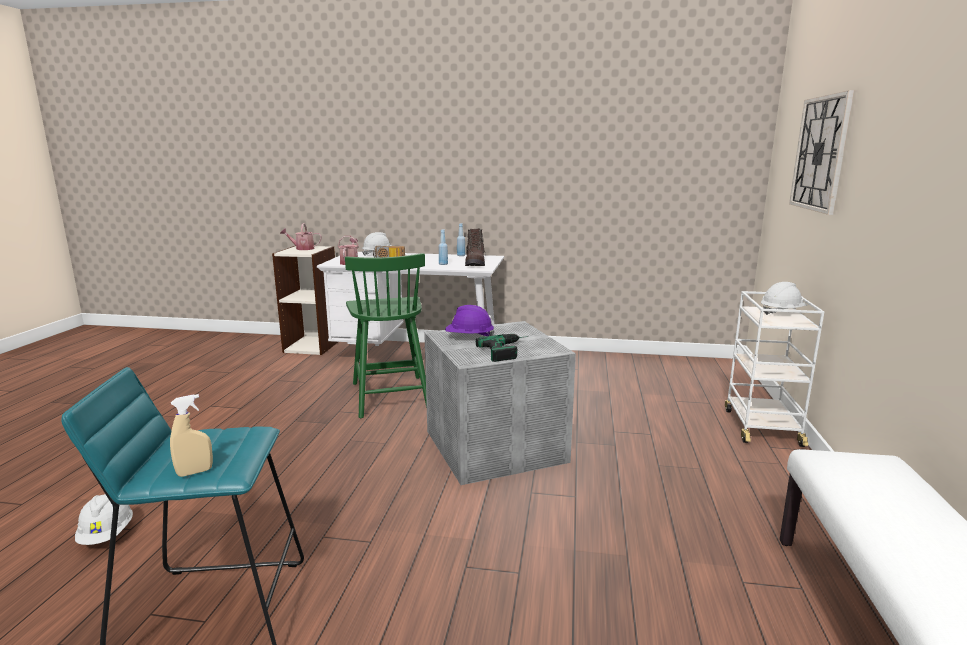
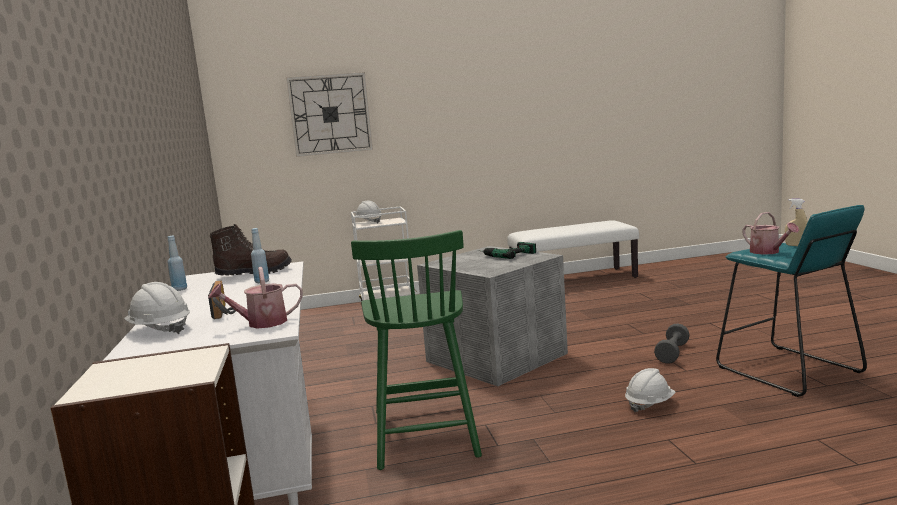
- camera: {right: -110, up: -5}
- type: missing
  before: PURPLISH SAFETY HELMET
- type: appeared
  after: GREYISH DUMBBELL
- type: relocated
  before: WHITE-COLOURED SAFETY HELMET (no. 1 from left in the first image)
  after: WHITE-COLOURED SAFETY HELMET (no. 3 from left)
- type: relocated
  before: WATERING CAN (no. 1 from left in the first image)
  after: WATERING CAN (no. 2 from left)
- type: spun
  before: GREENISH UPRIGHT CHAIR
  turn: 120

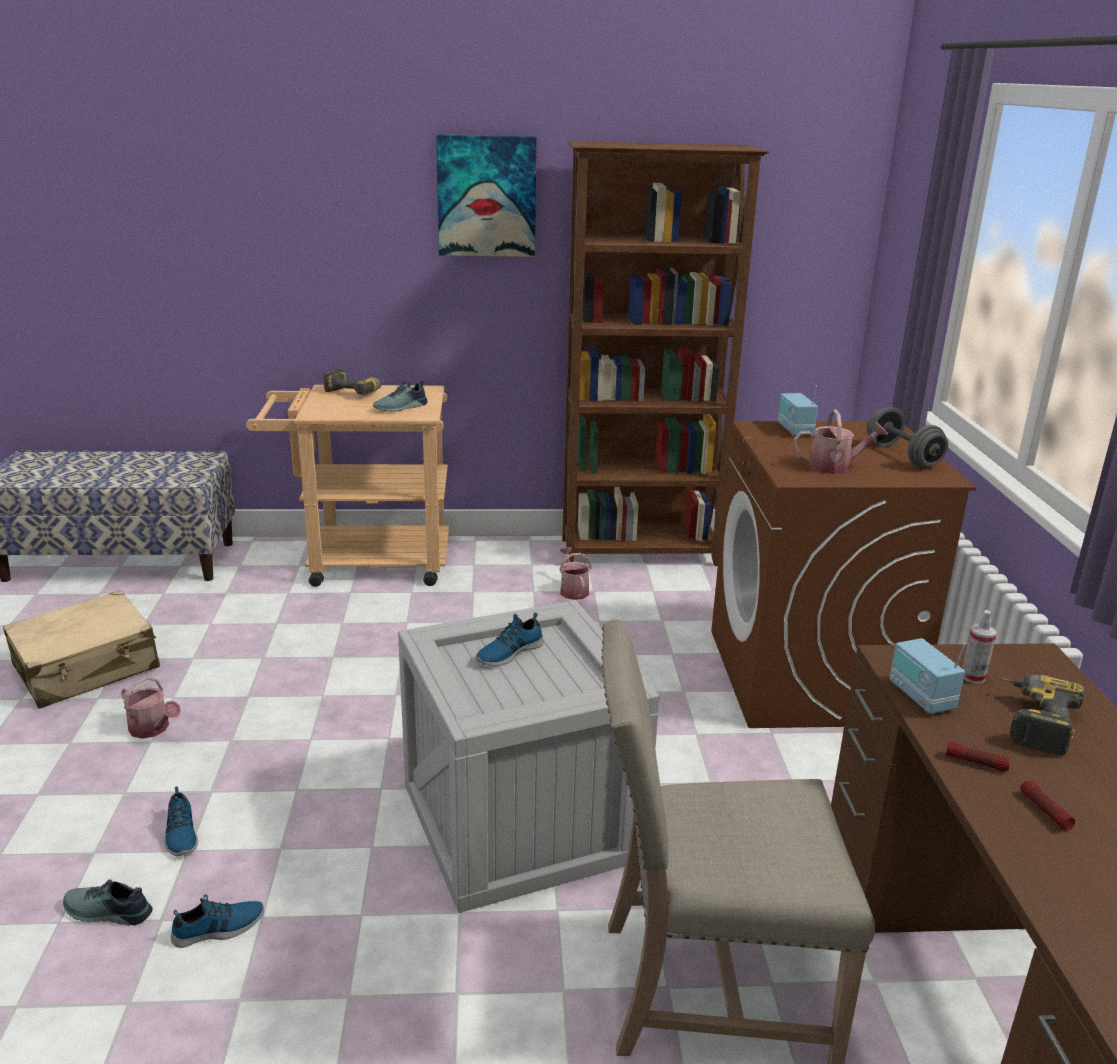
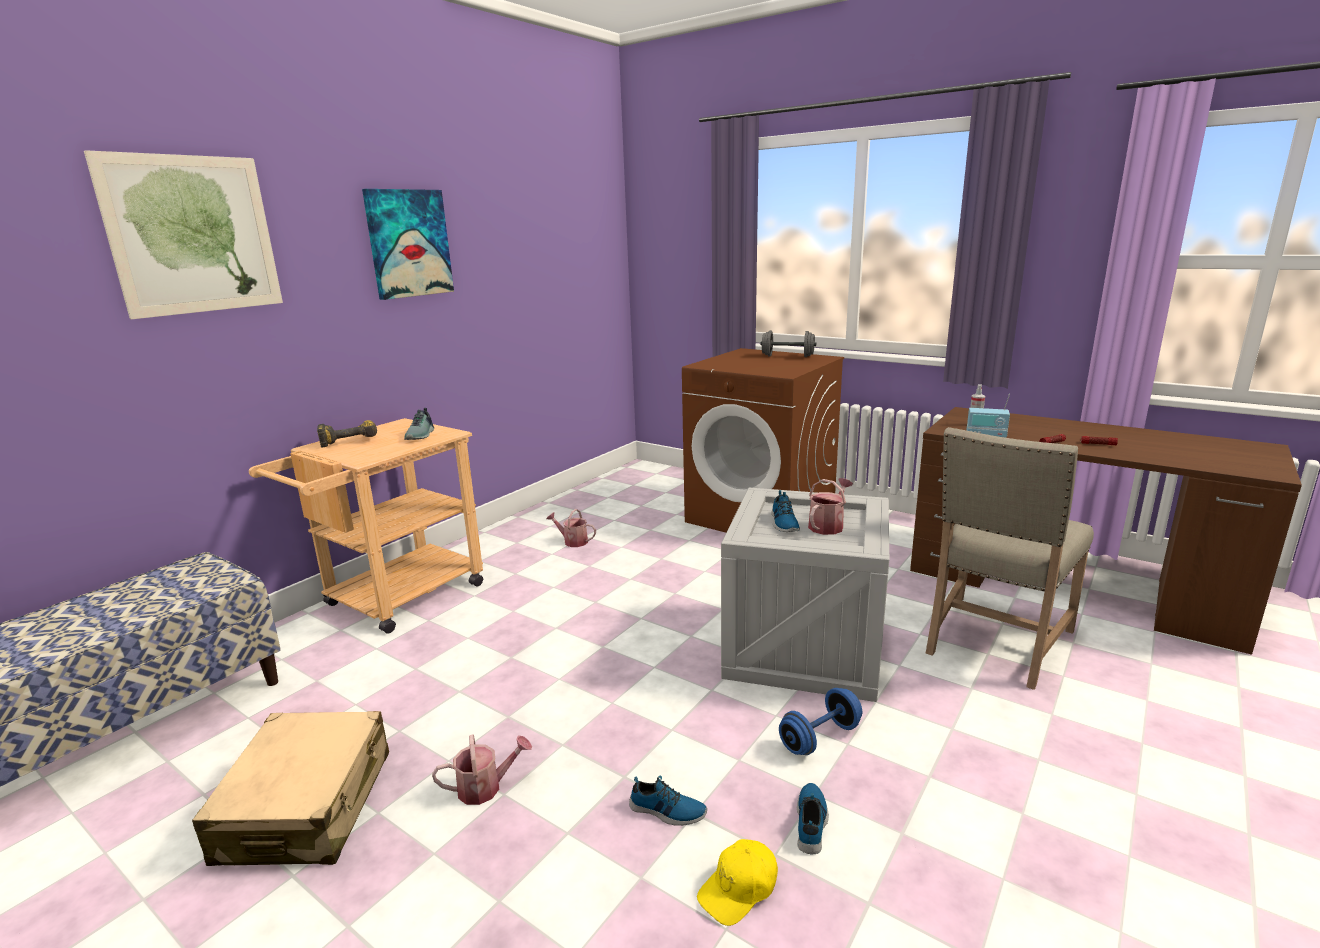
- camera: {right: -50, up: -5}
- type: missing
  before: BROWNISH SHELVING UNIT
- type: missing
  before: RADIO SET (no. 1 from left)
- type: missing
  before: DRILL (no. 2 from left)
- type: appeared
  after: PICTURE (no. 1 from left)
- type: appeared
  after: BLUE DUMBBELL
- type: relocated
  before: WATERING CAN (no. 3 from left)
- type: exchanged
  before: SHOE (no. 1 from left)
  after: YELLOWISH CAP

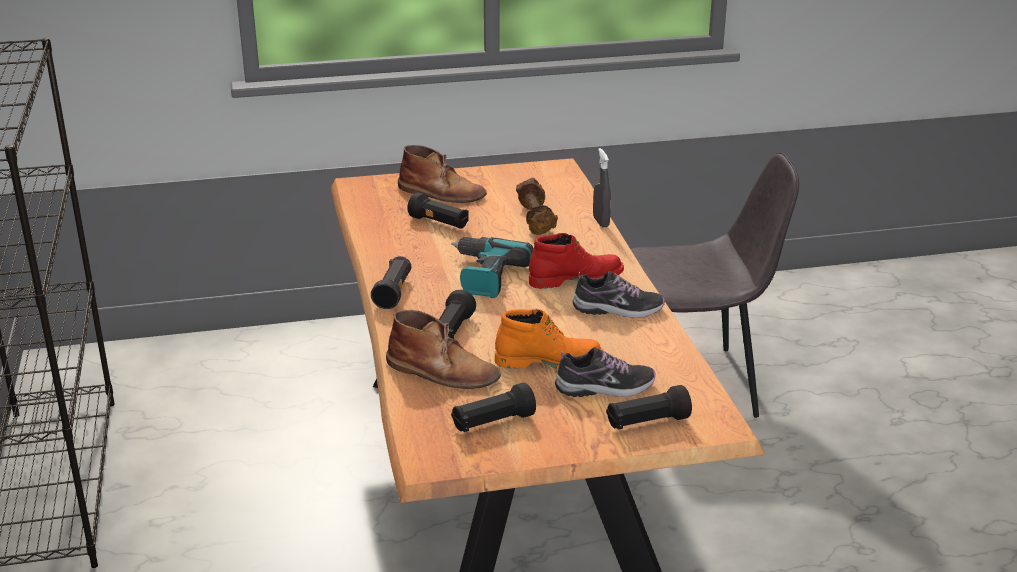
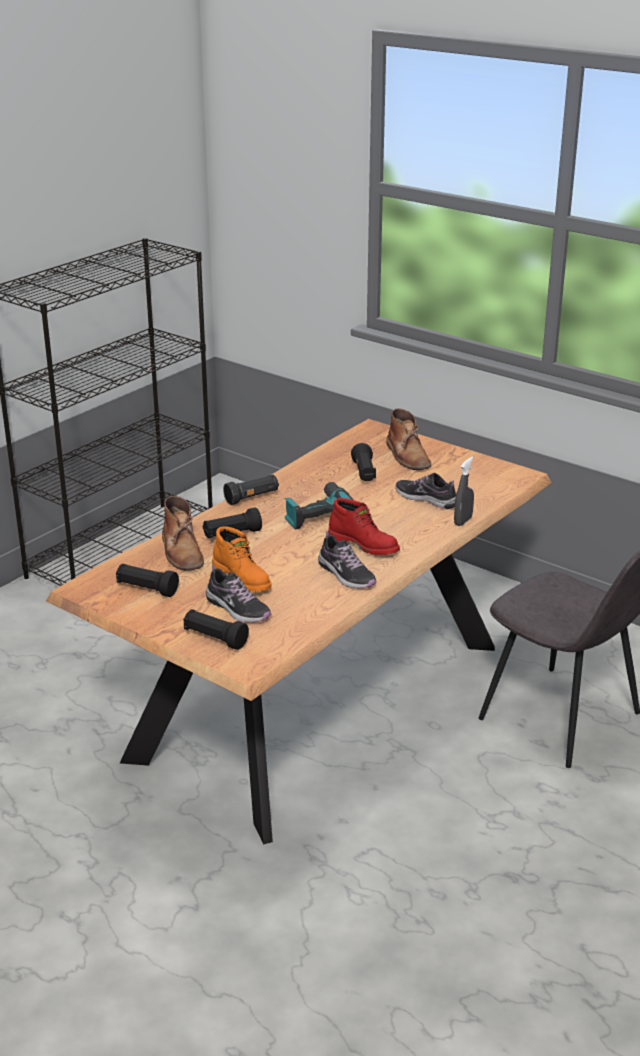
- camera: {right: 50, up: 0}
- type: exchanged
  before: BROWNISH DUMBBELL
  after: SHOE (no. 3 from left)

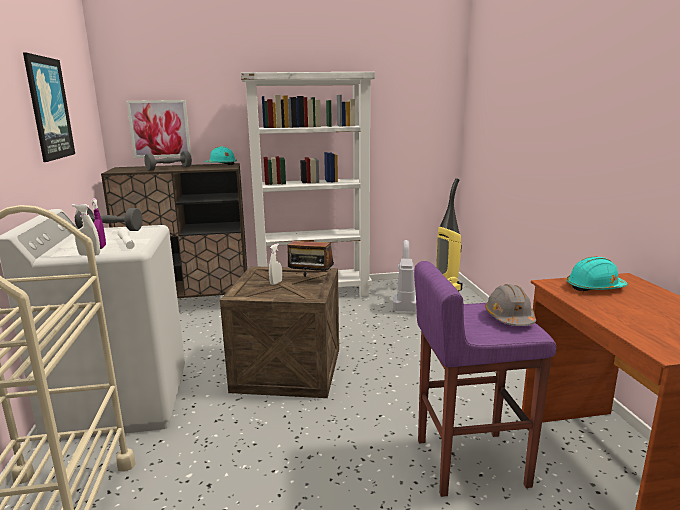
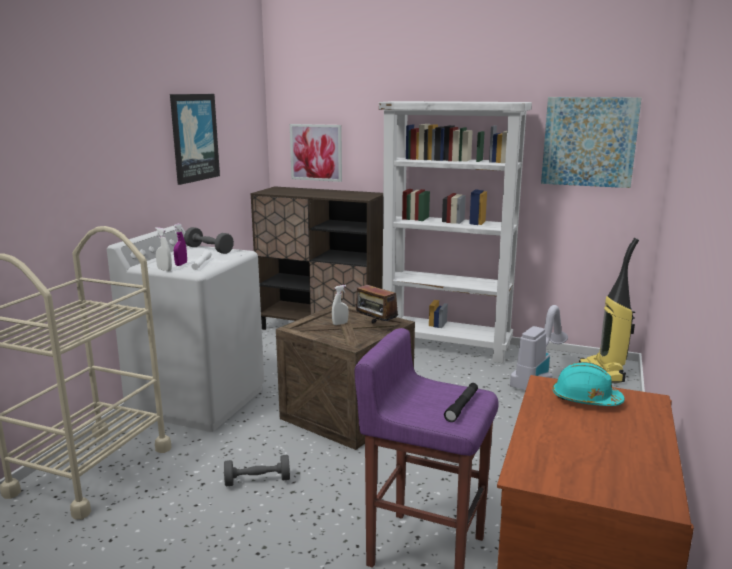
- camera: {right: 30, up: 0}
- type: missing
  before: TURQUOISE-COLOURED SAFETY HELMET (no. 1 from left)
- type: appeared
  after: PICTURE (no. 3 from left)
- type: relocated
  before: GREYISH DUMBBELL (no. 2 from left)
- type: exchanged
  before: GREYISH SAFETY HELMET
  after: BLACKISH TORCH

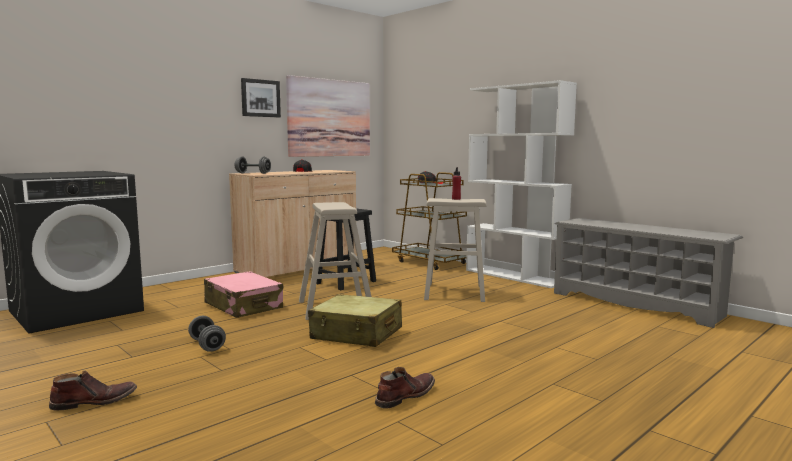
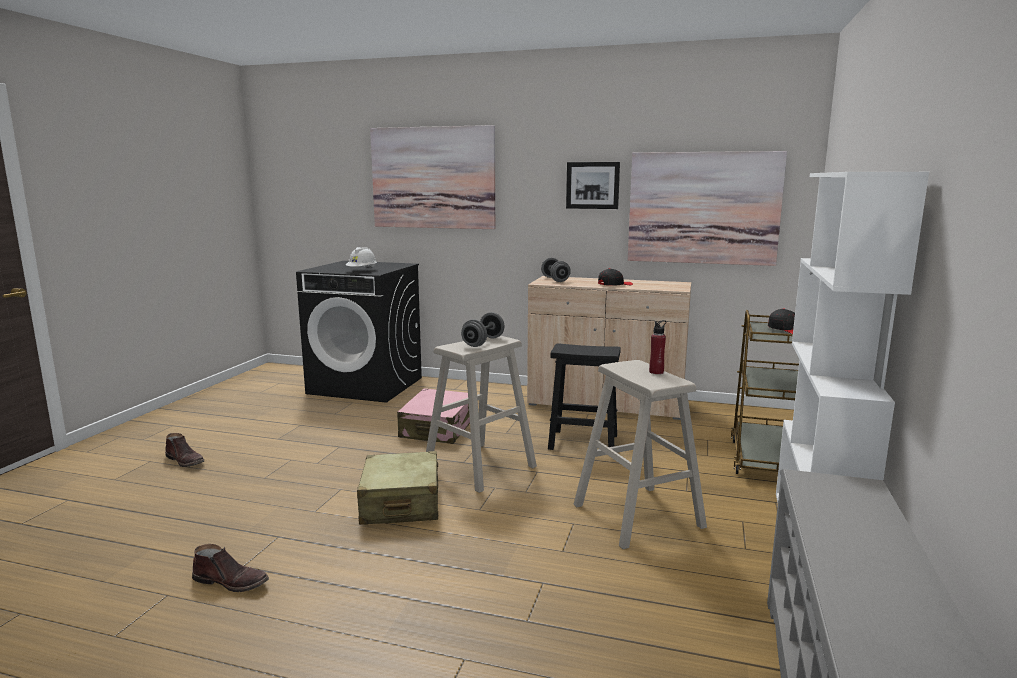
- camera: {right: 60, up: 5}
- type: appeared
  after: WHITE-COLOURED SAFETY HELMET
- type: appeared
  after: PICTURE (no. 1 from left)
- type: relocated
  before: GREYISH DUMBBELL (no. 1 from left)

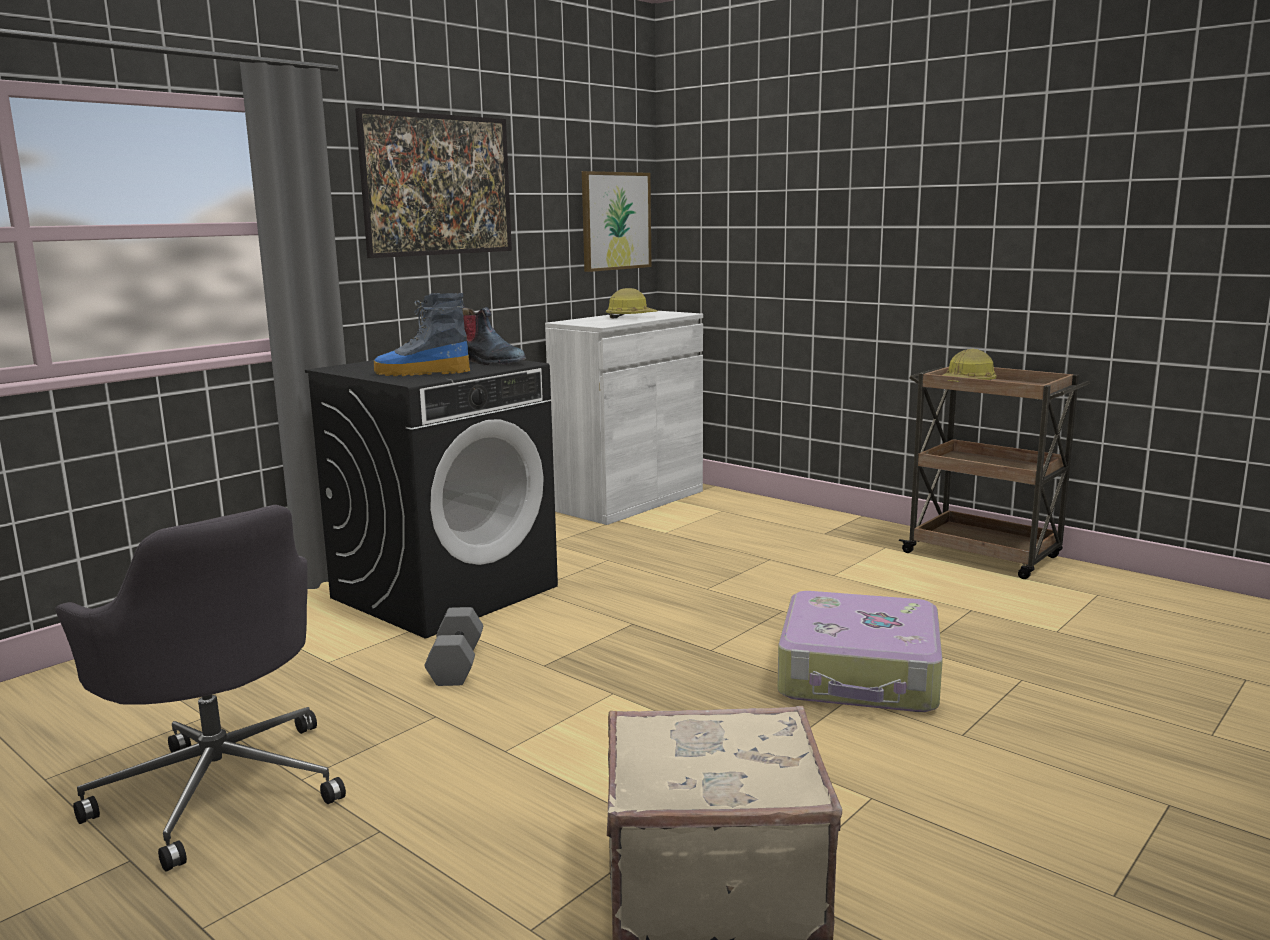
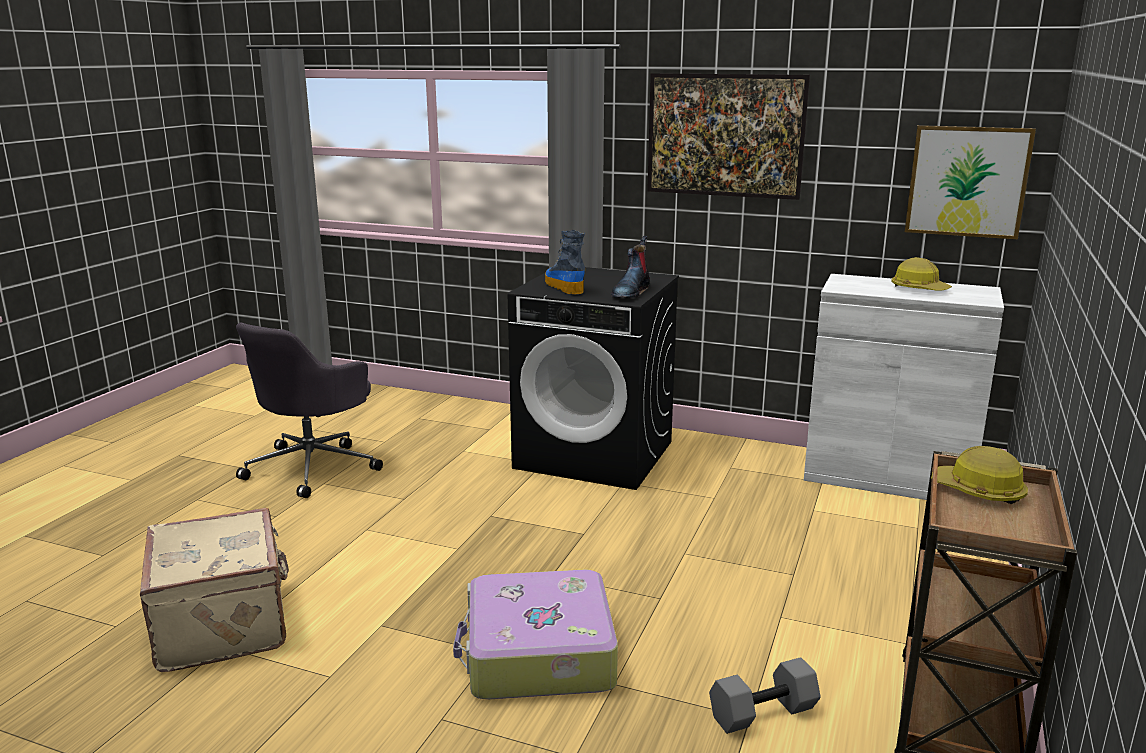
- camera: {right: 70, up: 5}
- type: relocated
  before: GREYISH DUMBBELL

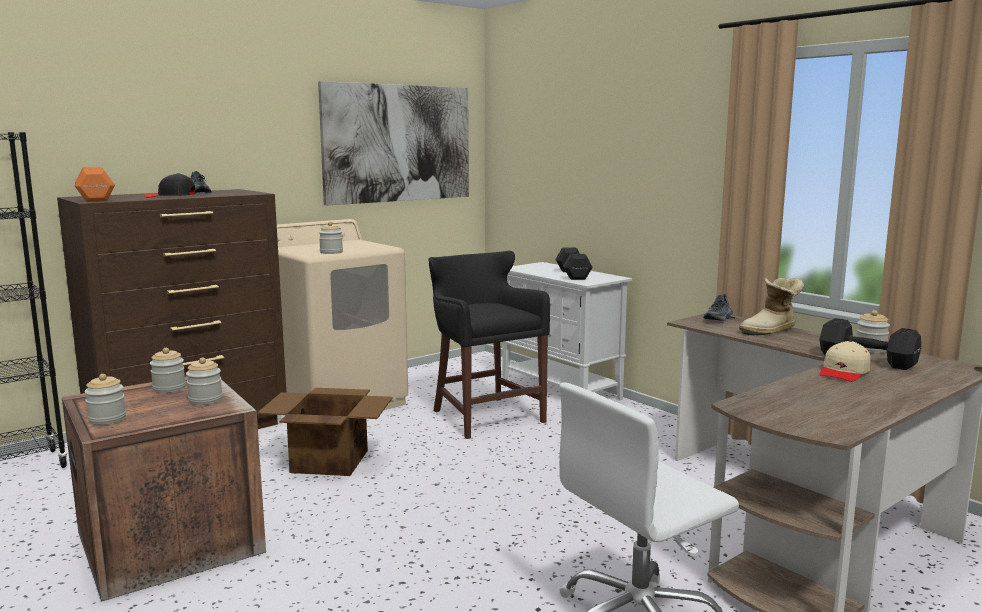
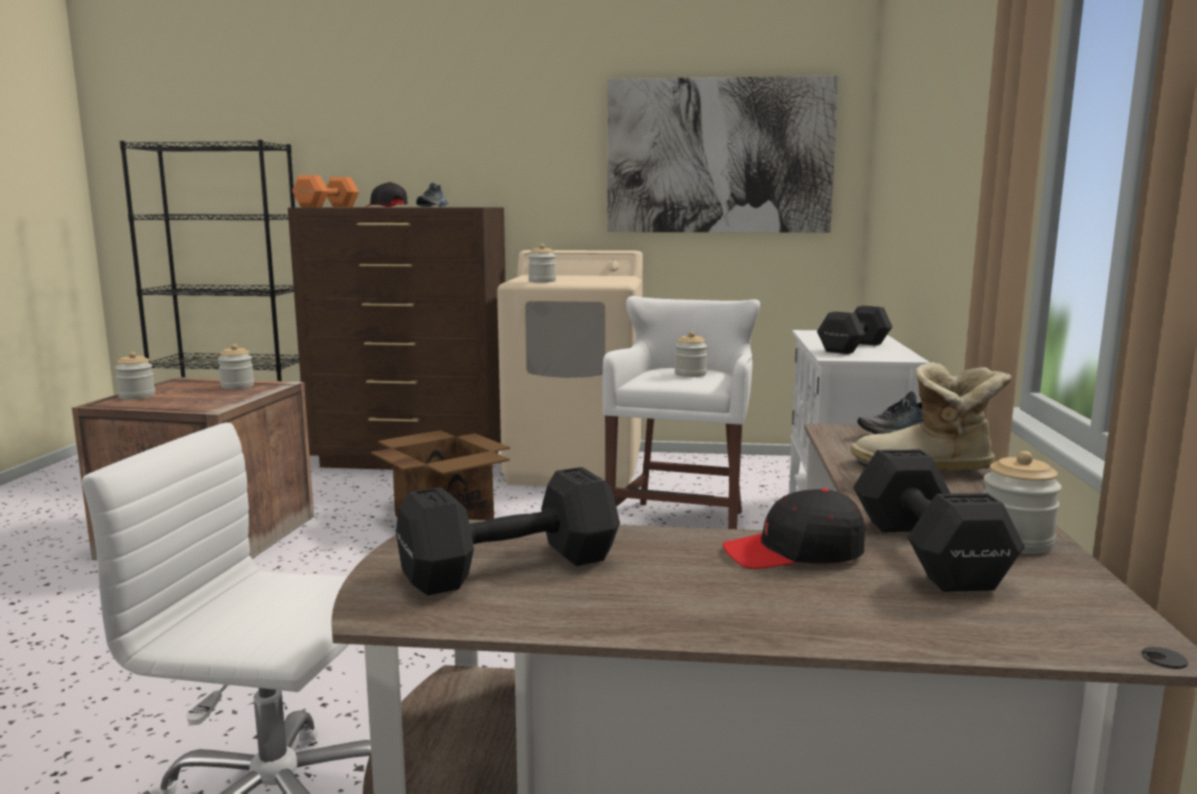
- camera: {right: 45, up: 0}
- type: appeared
  after: BLACKISH DUMBBELL (no. 1 from left)
- type: relocated
  before: STORAGE JAR (no. 3 from left in the first image)
  after: STORAGE JAR (no. 4 from left)
- type: colour
  before: BLACKISH SITTING STOOL
  after: WHITE-COLOURED SITTING STOOL
- type: colour
  before: BEIGE-COLOURED CAP
  after: BLACKISH CAP (no. 2 from left)

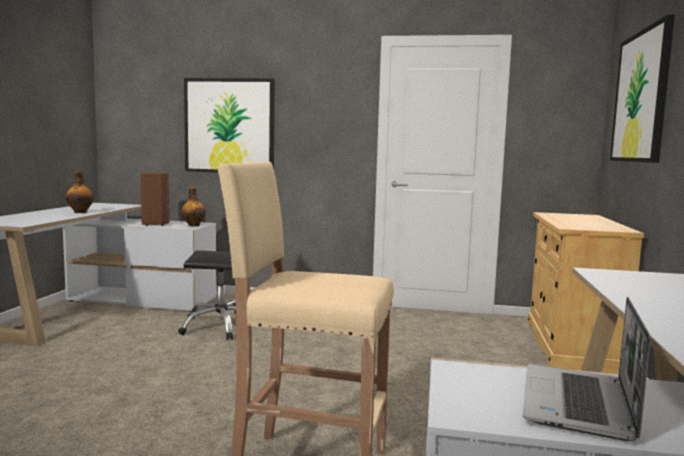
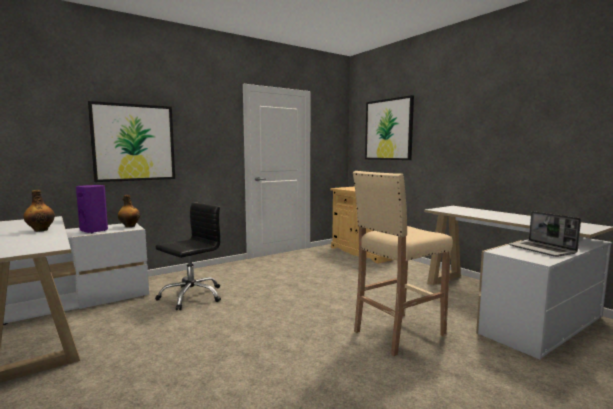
- camera: {right: -45, up: 0}
- type: colour
  before: BROWNISH SPEAKER
  after: PURPLISH SPEAKER

